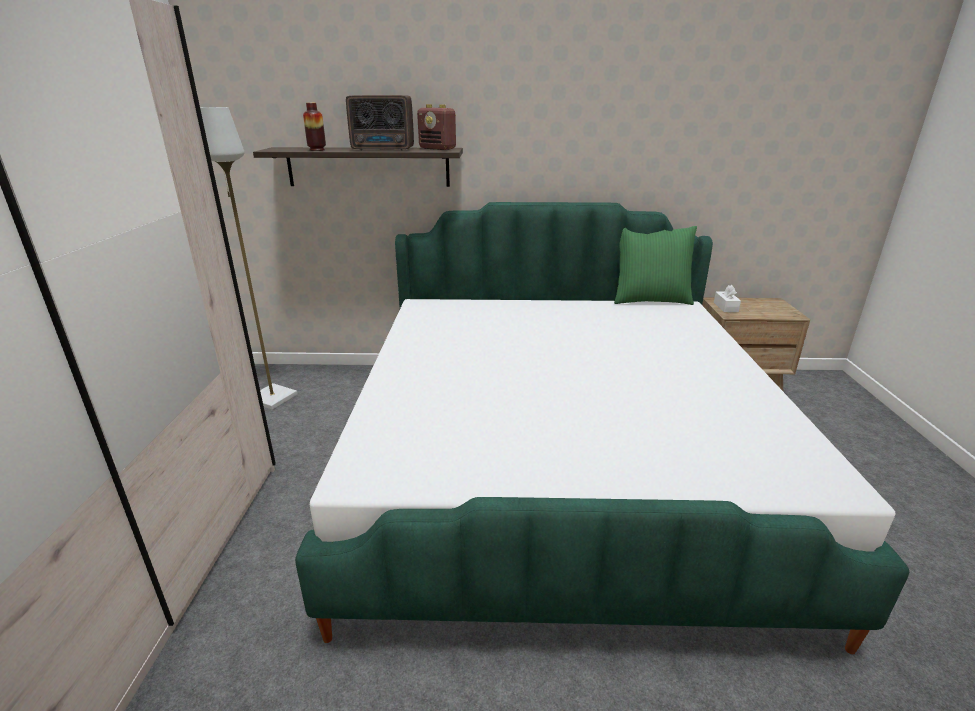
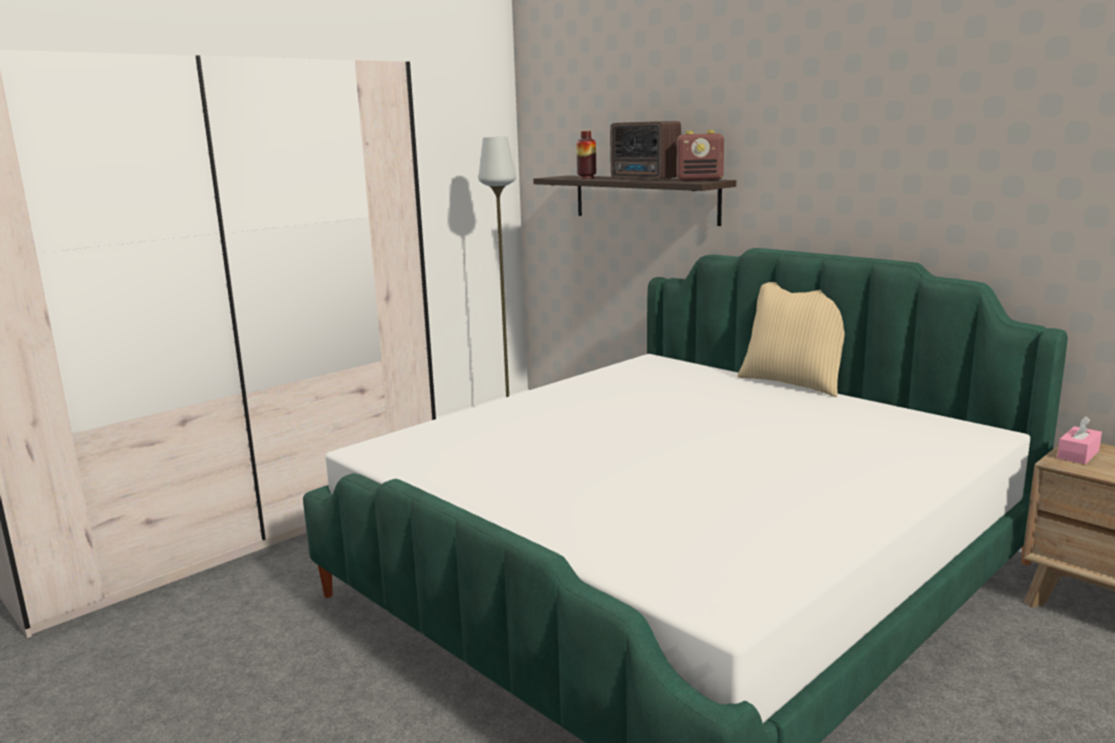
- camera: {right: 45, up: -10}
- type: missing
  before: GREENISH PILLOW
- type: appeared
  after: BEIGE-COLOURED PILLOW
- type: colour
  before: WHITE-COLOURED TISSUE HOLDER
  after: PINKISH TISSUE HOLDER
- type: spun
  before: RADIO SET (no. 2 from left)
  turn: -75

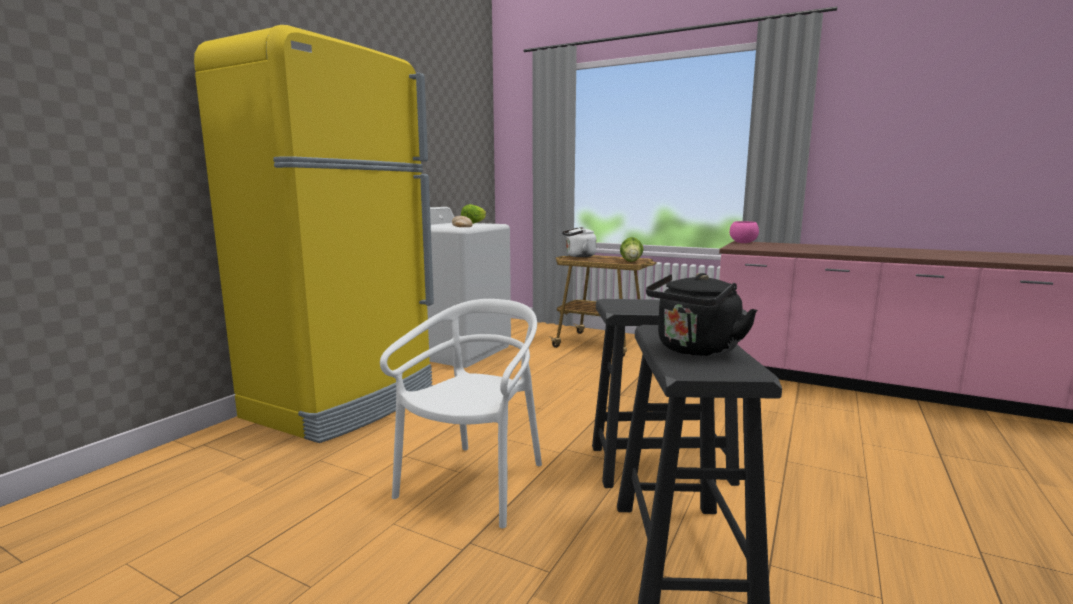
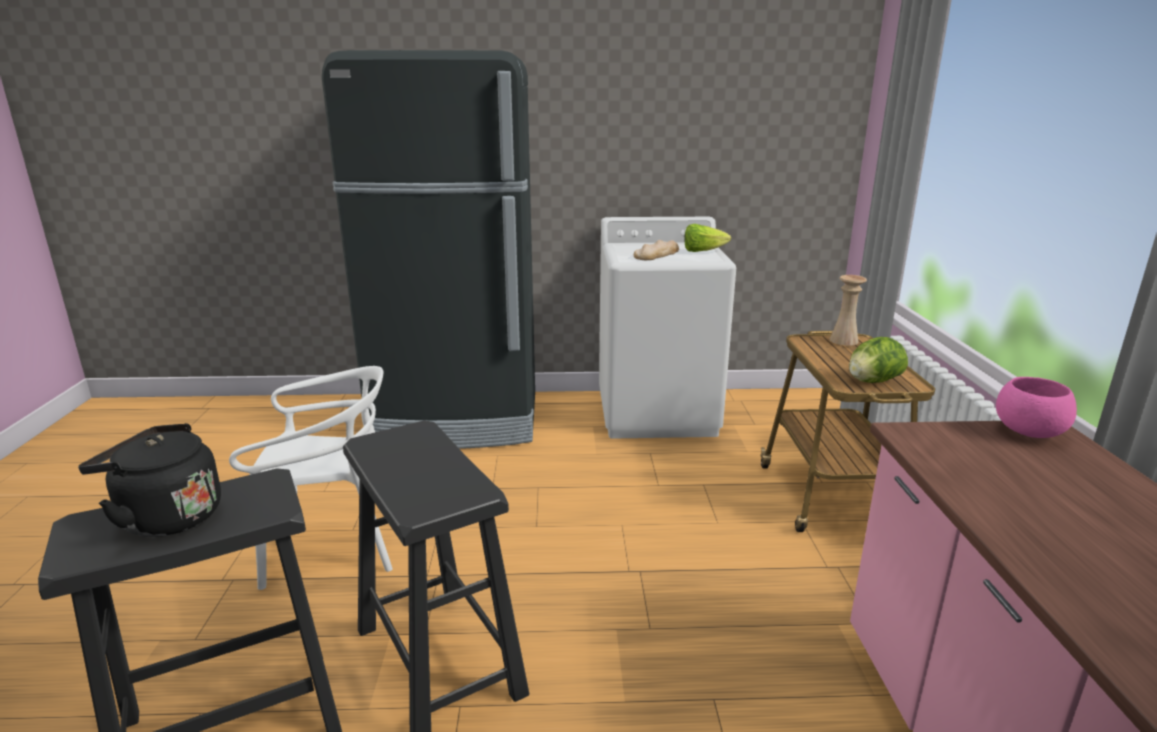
- camera: {right: 60, up: 10}
- type: exchanged
  before: WHITE-COLOURED TEA KETTLE
  after: BEIGE-COLOURED VASE
- type: colour
  before: YELLOWISH REFRIGERATOR
  after: BLACKISH REFRIGERATOR

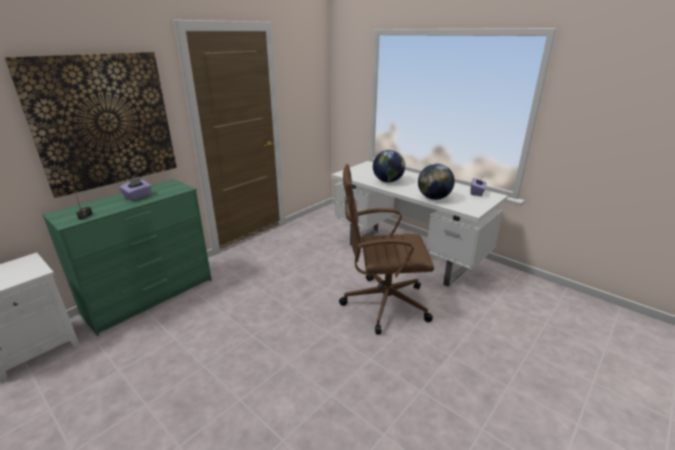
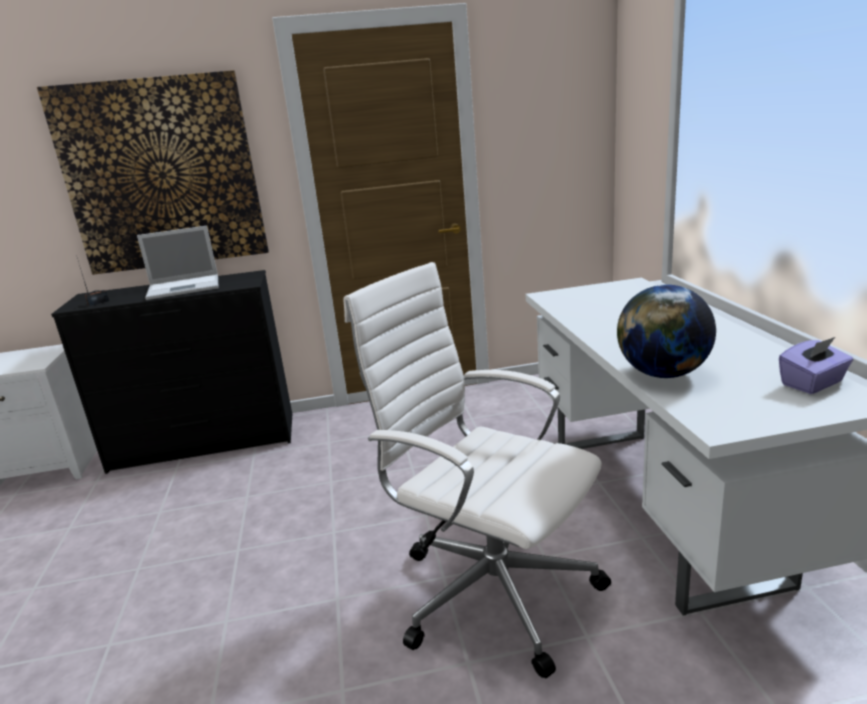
- camera: {right: 40, up: -5}
- type: missing
  before: DESK GLOBE (no. 1 from left)
- type: exchanged
  before: PURPLISH TISSUE HOLDER (no. 1 from left)
  after: NOTEBOOK COMPUTER
- type: colour
  before: GREENISH DRAWER CHEST
  after: BLACKISH DRAWER CHEST
- type: colour
  before: BROWNISH COMPUTER CHAIR
  after: WHITE-COLOURED COMPUTER CHAIR

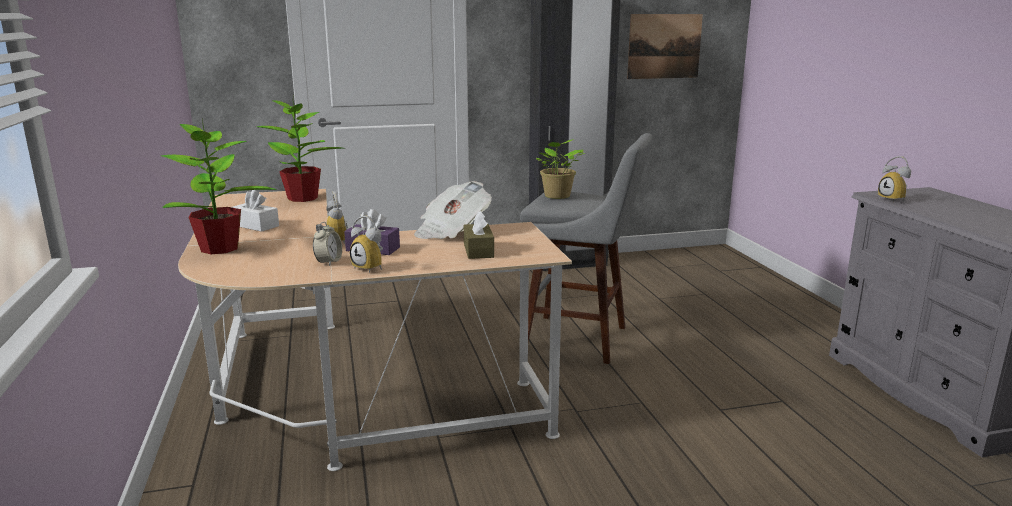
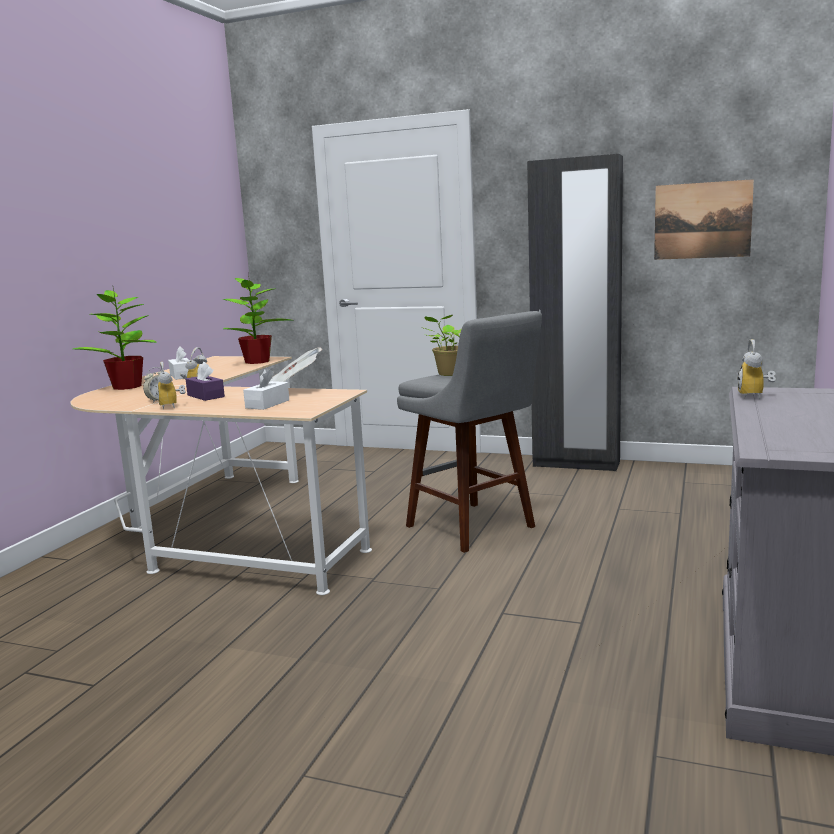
- camera: {right: 35, up: -5}
- type: colour
  before: BROWNISH TISSUE HOLDER
  after: WHITE-COLOURED TISSUE HOLDER (no. 2 from left)

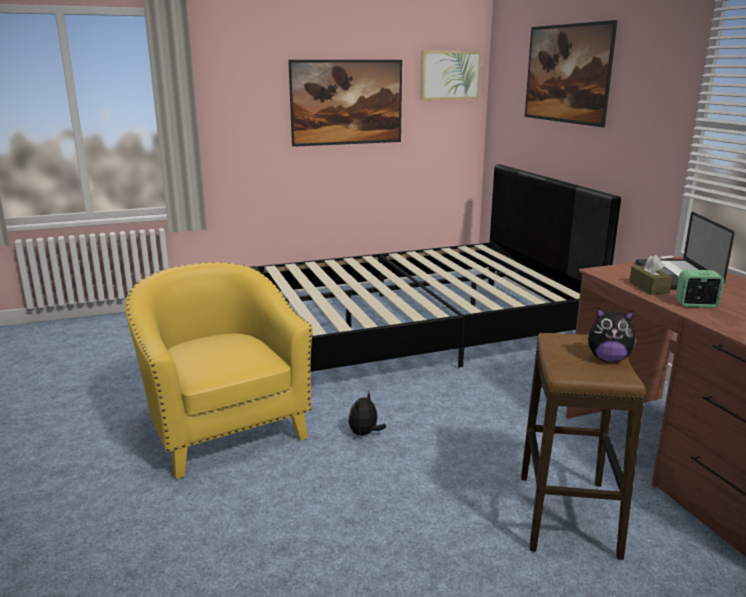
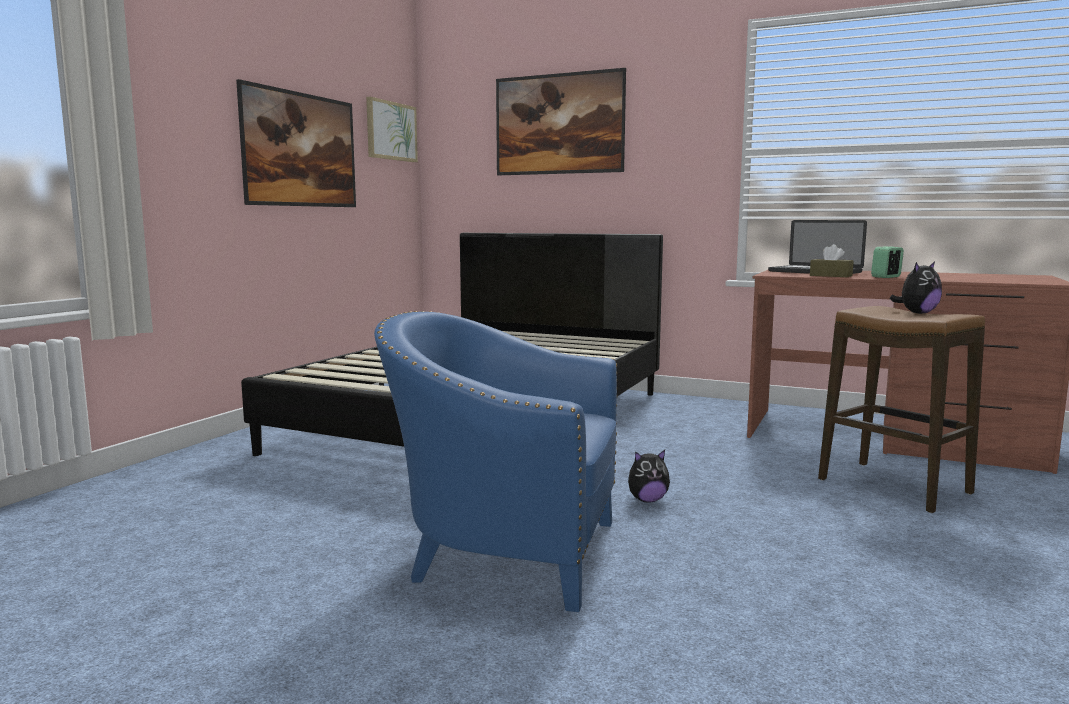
- camera: {right: -45, up: -10}
- type: colour
  before: YELLOWISH ARMCHAIR
  after: BLUE ARMCHAIR
- type: spun
  before: PLUSH TOY (no. 1 from left)
  turn: -90

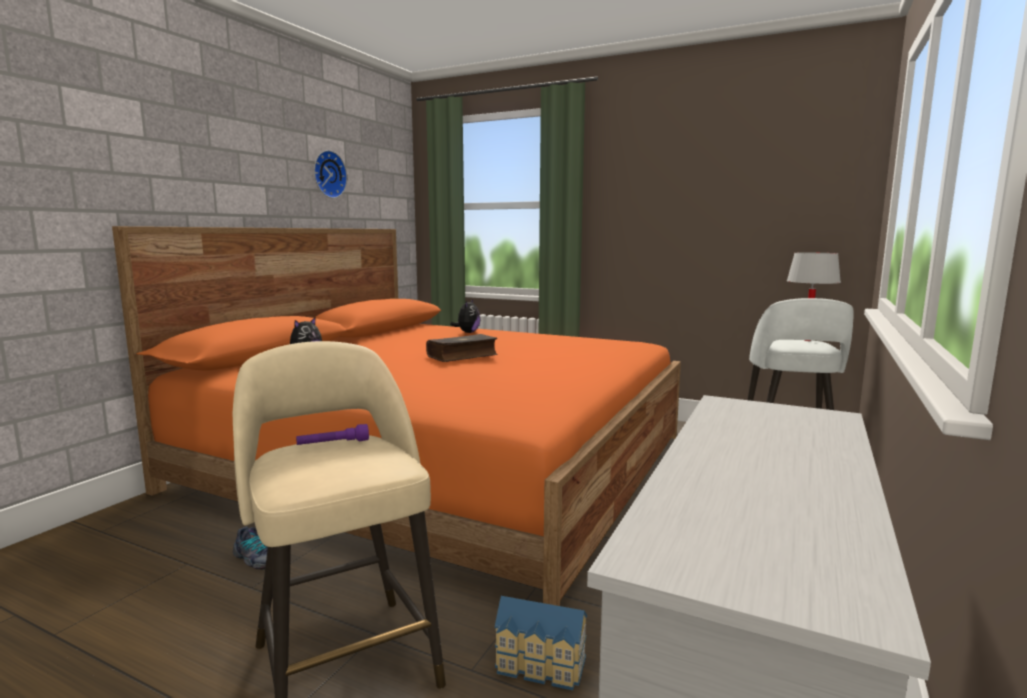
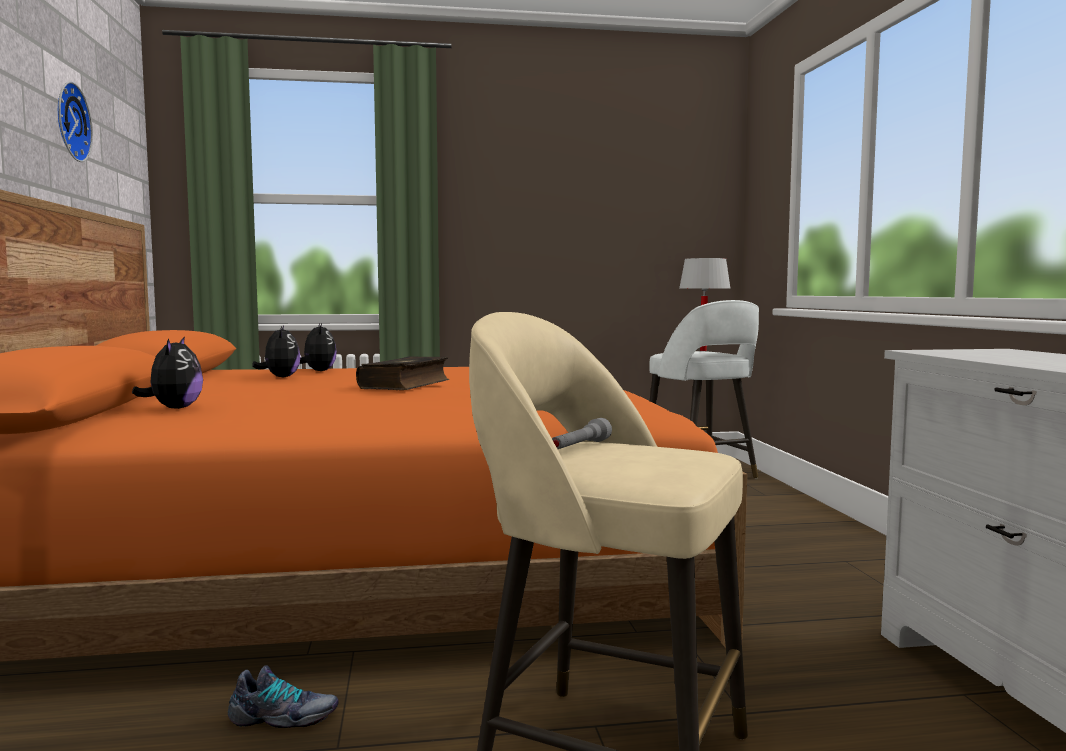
- camera: {right: -35, up: -5}
- type: missing
  before: MODEL HOUSE
- type: appeared
  after: PLUSH TOY (no. 2 from left)
- type: colour
  before: PURPLISH TORCH
  after: GREYISH TORCH

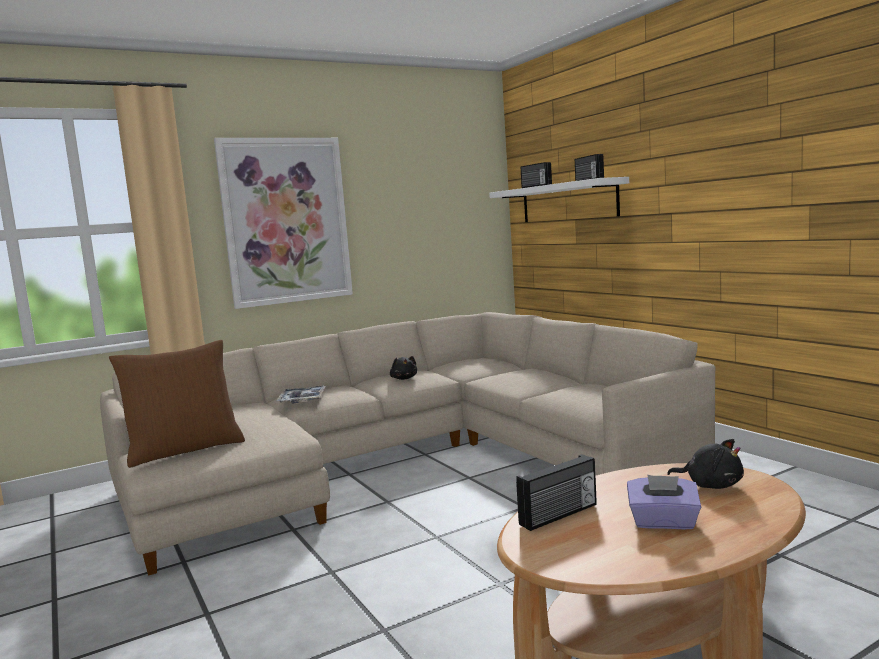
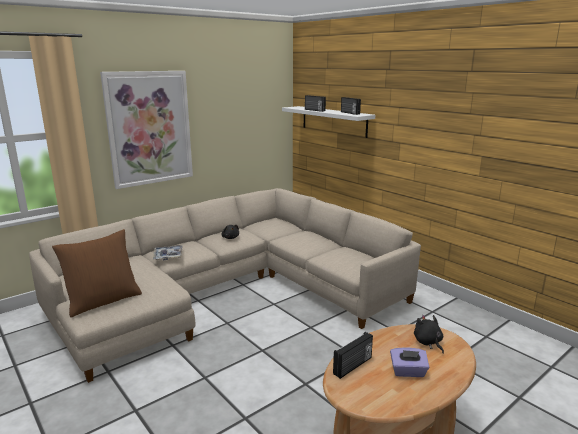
- camera: {right: -10, up: 10}
- type: spun
  before: BLACKISH PLUSH TOY (no. 2 from left)
  turn: -135

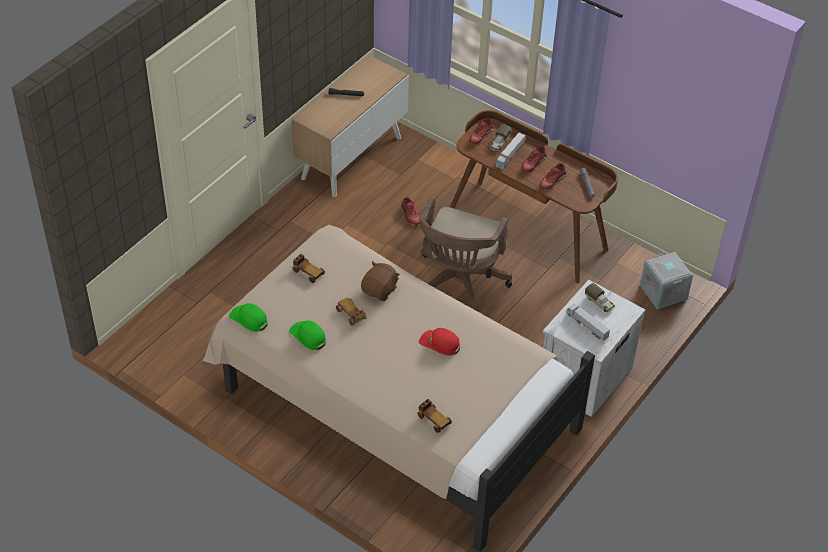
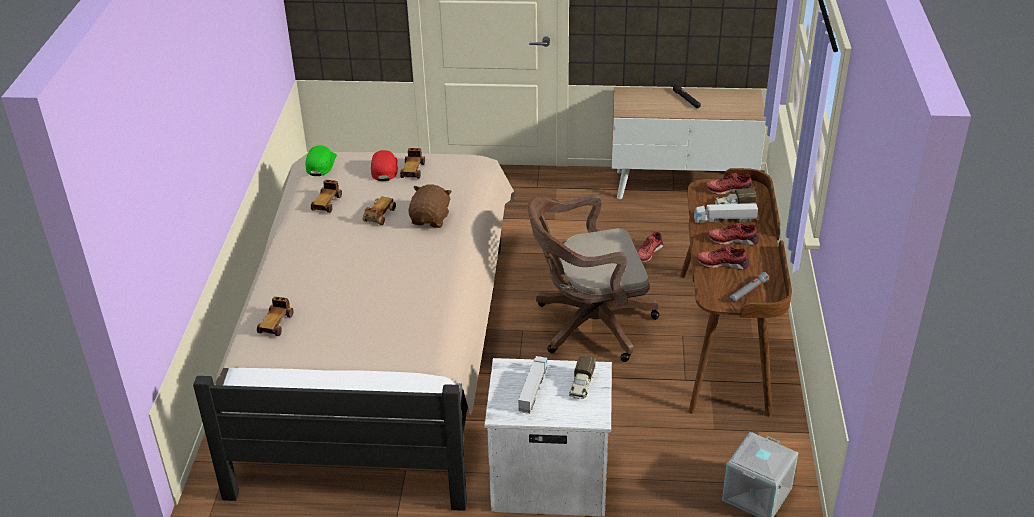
- camera: {right: 60, up: -10}
- type: relocated
  before: RED-COLOURED CAP
- type: exchanged
  before: GREENISH CAP (no. 2 from left)
  after: MINIATURE CAR (no. 2 from left)
- type: spun
  before: BROWNISH PLUSH TOY
  turn: -75

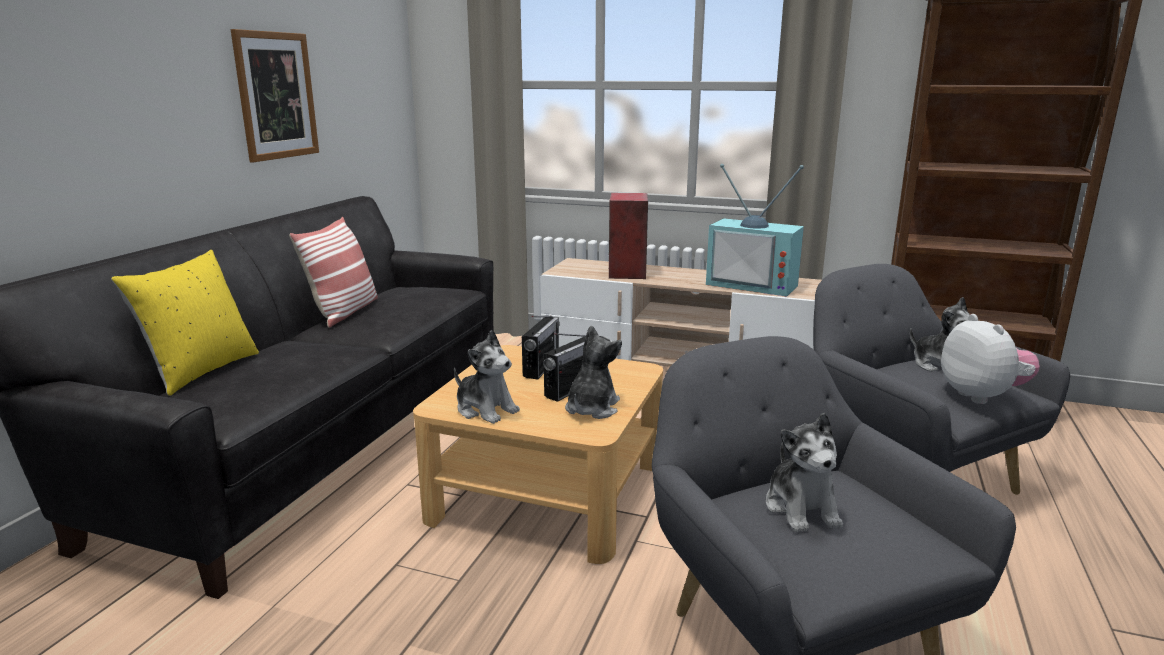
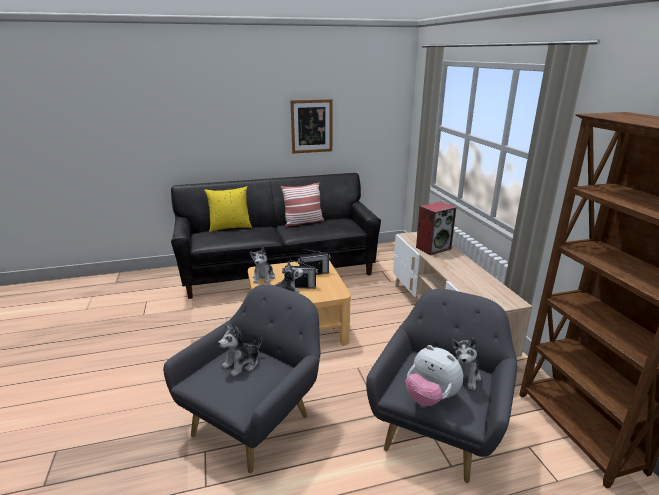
- camera: {right: 55, up: 5}
- type: missing
  before: TV SET
- type: spun
  before: PLUSH TOY (no. 5 from left in the first image)
  turn: 90

